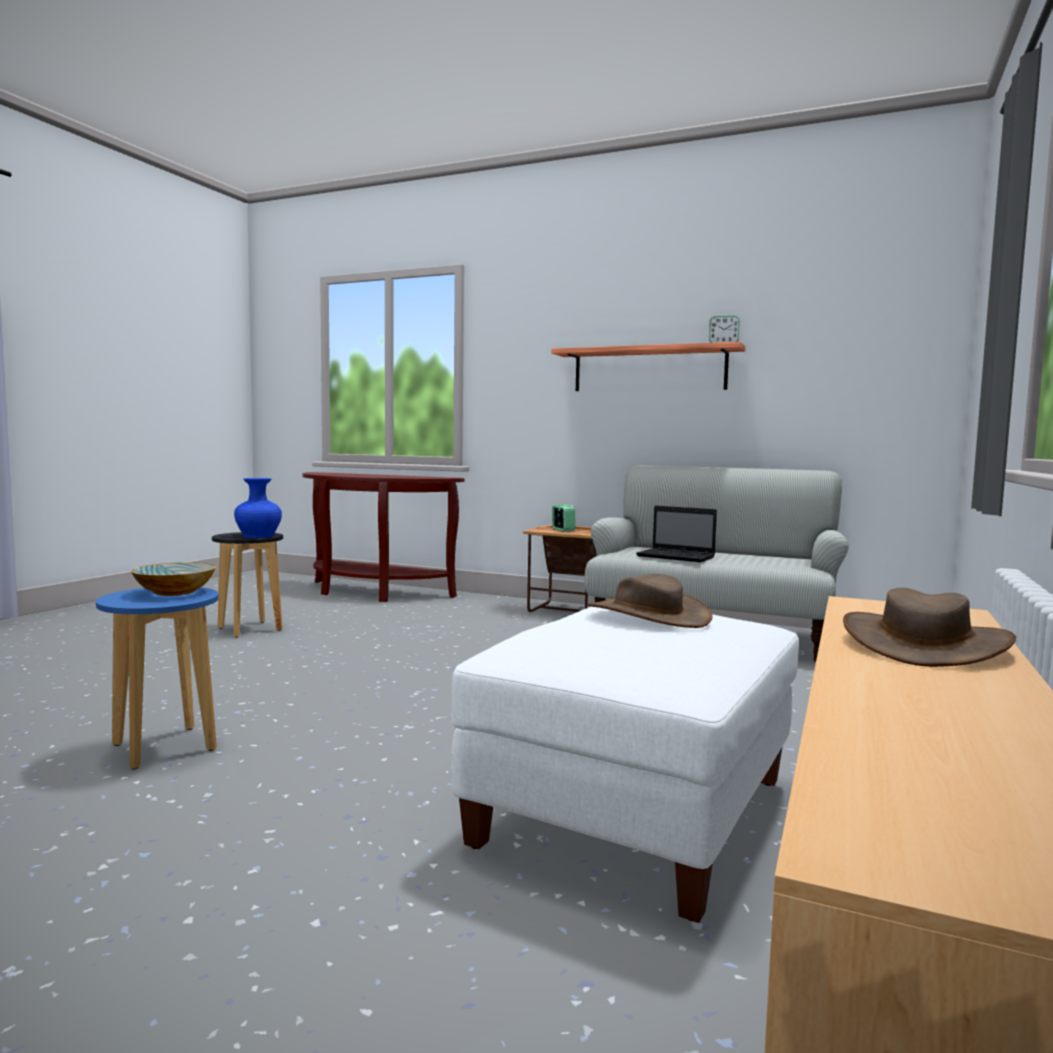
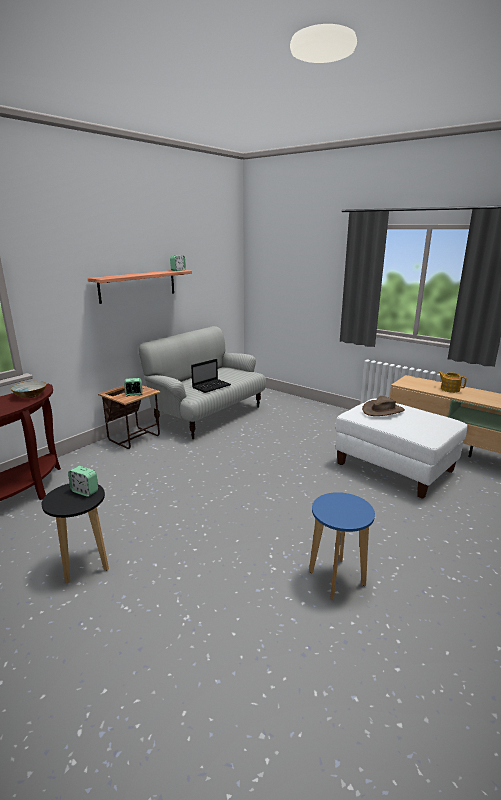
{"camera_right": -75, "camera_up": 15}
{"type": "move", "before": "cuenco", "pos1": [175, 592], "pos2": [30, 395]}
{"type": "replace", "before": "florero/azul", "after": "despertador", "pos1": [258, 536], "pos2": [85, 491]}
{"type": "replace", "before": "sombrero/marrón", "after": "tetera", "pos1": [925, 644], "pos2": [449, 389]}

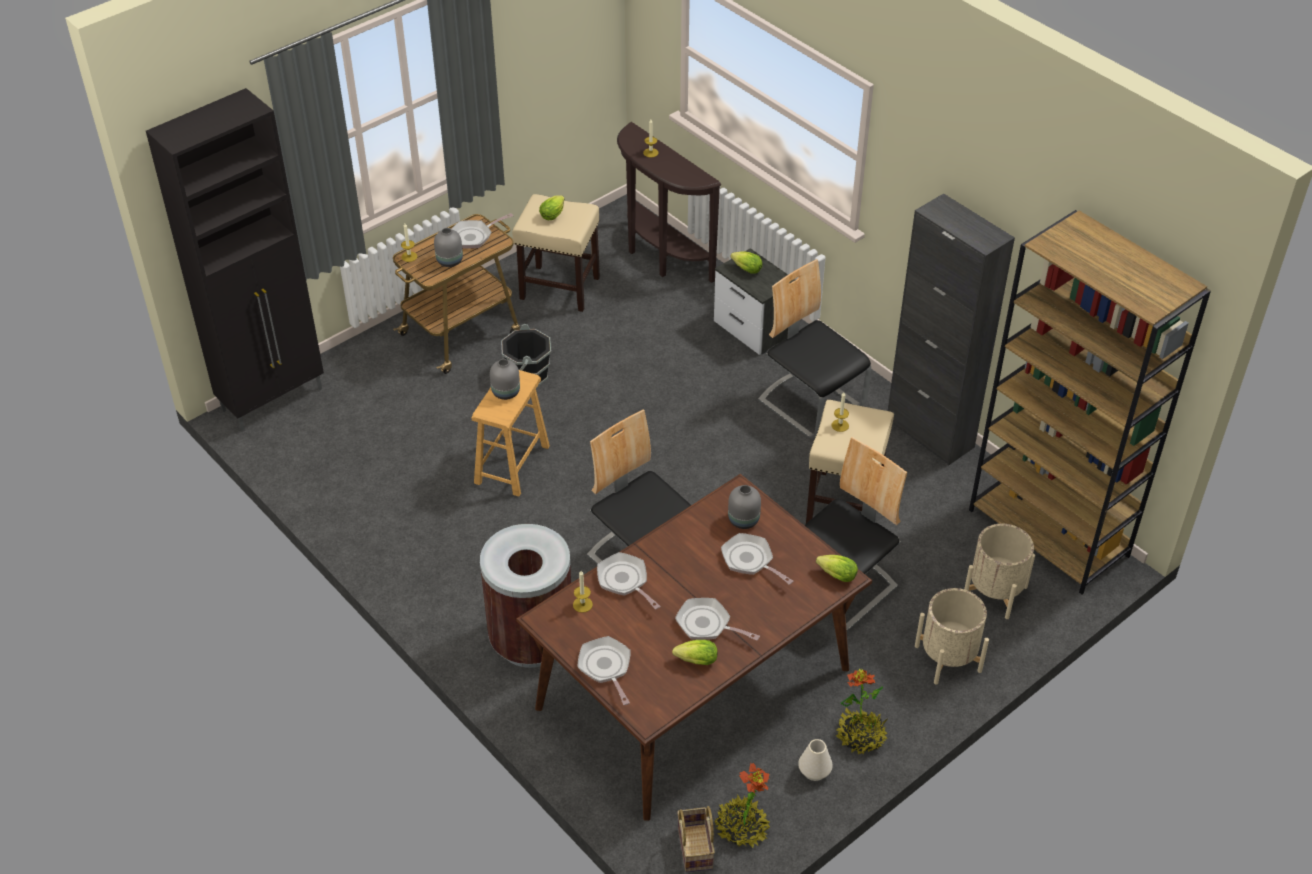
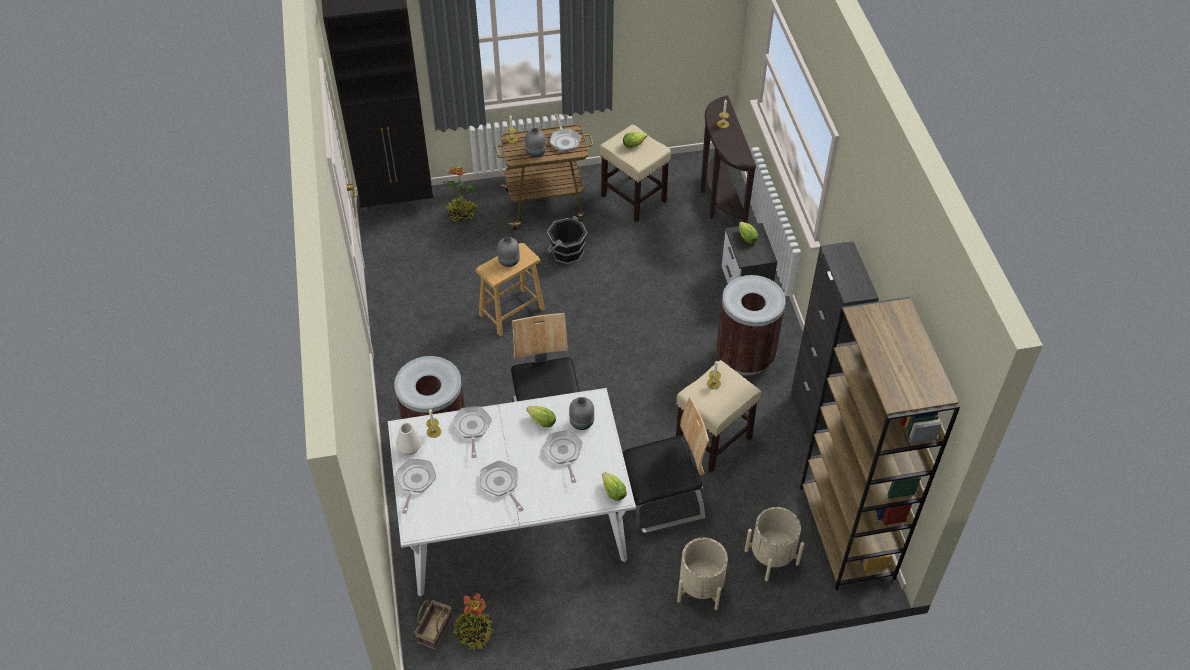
{"camera_right": 30, "camera_up": 5}
{"type": "move", "before": "lechuga", "pos1": [694, 661], "pos2": [540, 421]}
{"type": "move", "before": "florero/blanco", "pos1": [814, 772], "pos2": [410, 448]}
{"type": "move", "before": "planta en maceta", "pos1": [861, 736], "pos2": [462, 214]}
{"type": "replace", "before": "silla", "after": "papelera/marrón", "pos1": [811, 403], "pos2": [745, 356]}
{"type": "recolor", "before": "mesa de comedor/marrón", "after": "mesa de comedor/blanco", "pos1": [693, 689], "pos2": [513, 523]}
{"type": "rotate", "before": "sartén", "pos1": [474, 236], "pos2": [564, 140], "turn": -105}

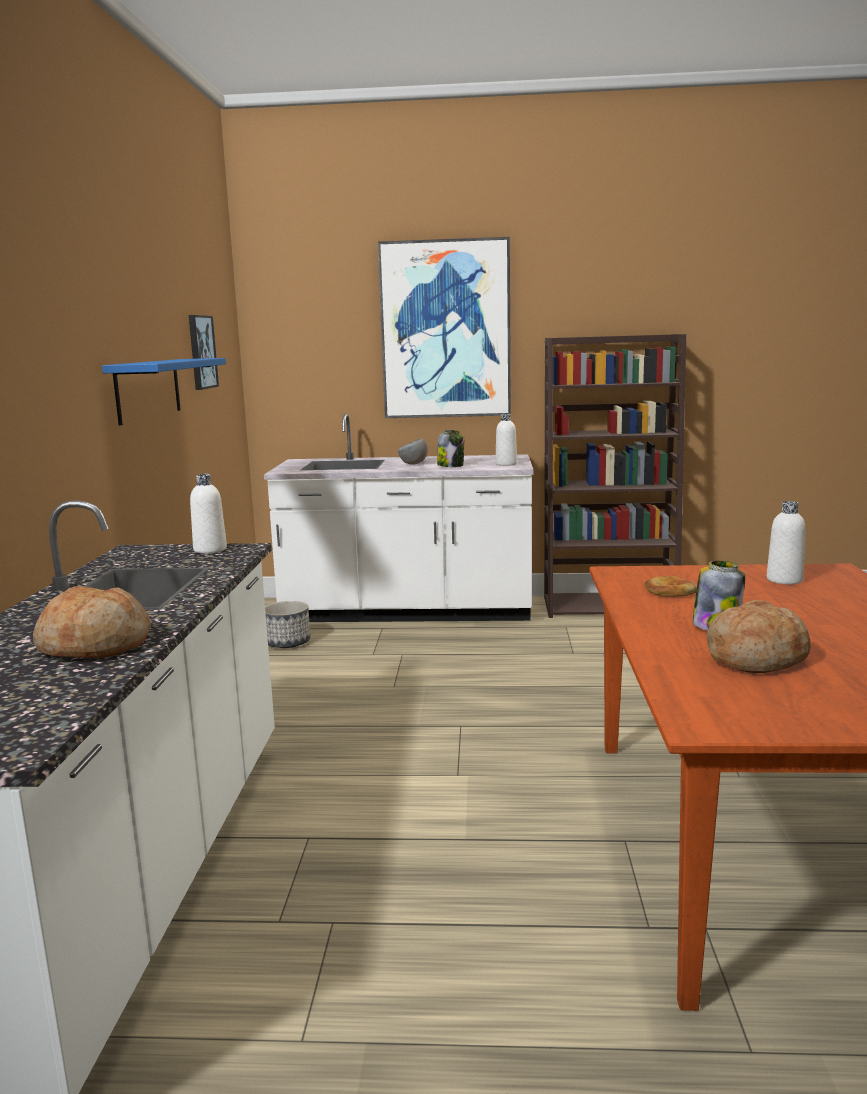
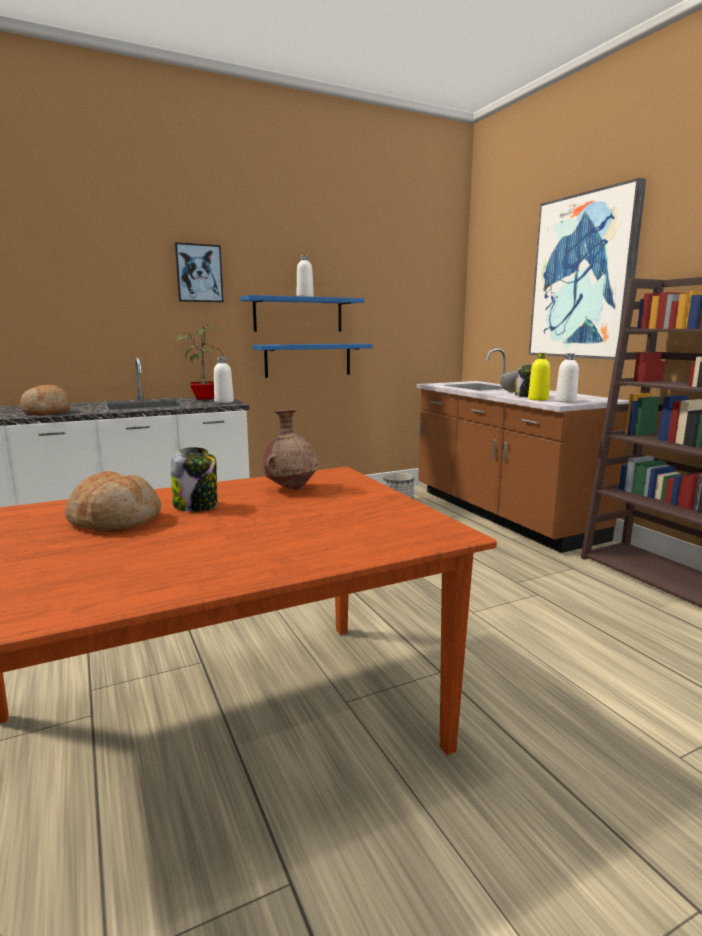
{"camera_right": 60, "camera_up": 0}
{"type": "insert", "after": "planta en maceta", "pos2": [203, 398]}
{"type": "insert", "after": "estante/azul", "pos2": [308, 360]}
{"type": "insert", "after": "botella/amarillo", "pos2": [538, 399]}
{"type": "move", "before": "cuadro", "pos1": [201, 352], "pos2": [199, 273]}
{"type": "move", "before": "botella/blanco", "pos1": [784, 580], "pos2": [305, 297]}
{"type": "replace", "before": "pan", "after": "florero/marrón", "pos1": [670, 591], "pos2": [291, 488]}
{"type": "recolor", "before": "mueble bajo de cocina/blanco", "after": "mueble bajo de cocina/marrón", "pos1": [407, 612], "pos2": [501, 514]}

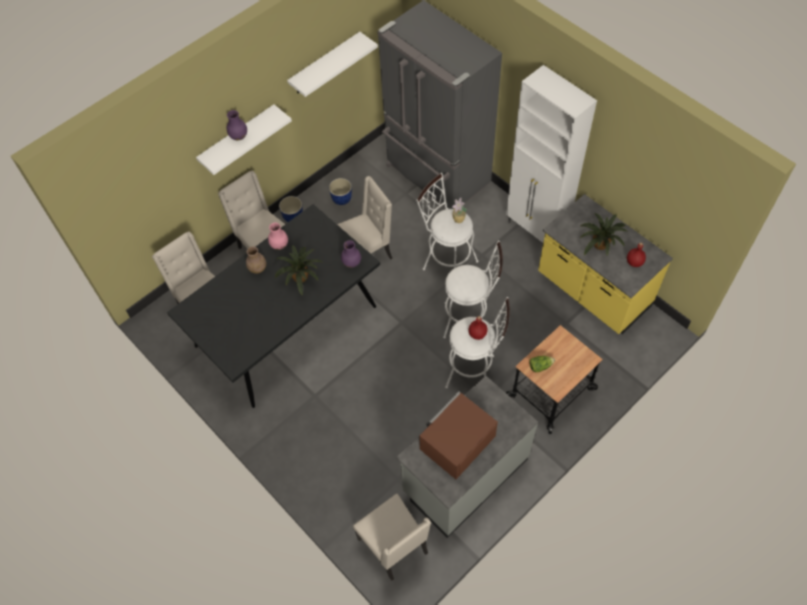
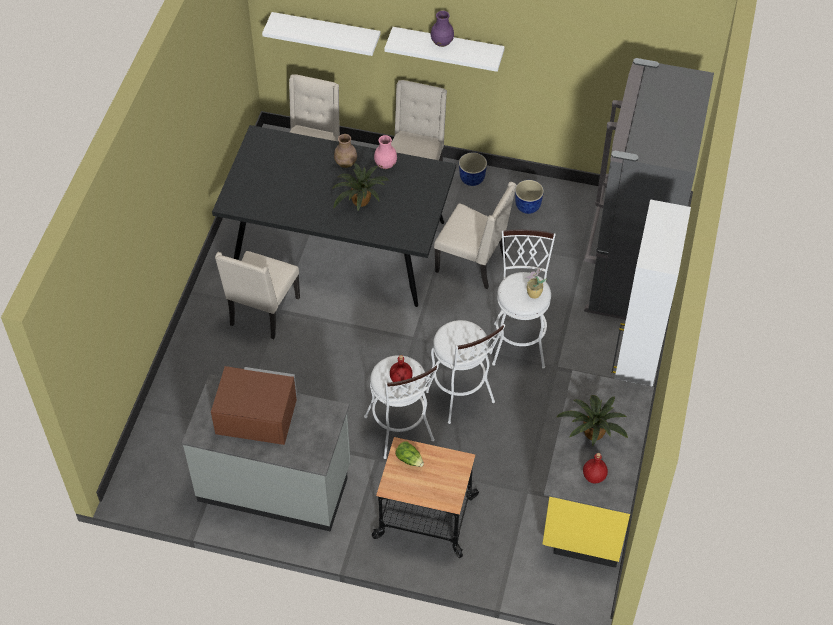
{"camera_right": 55, "camera_up": -5}
{"type": "delete", "before": "florero/morado", "pos1": [352, 263]}
{"type": "move", "before": "estante/blanco", "pos1": [325, 64], "pos2": [326, 31]}
{"type": "move", "before": "silla/beis", "pos1": [395, 546], "pos2": [263, 312]}

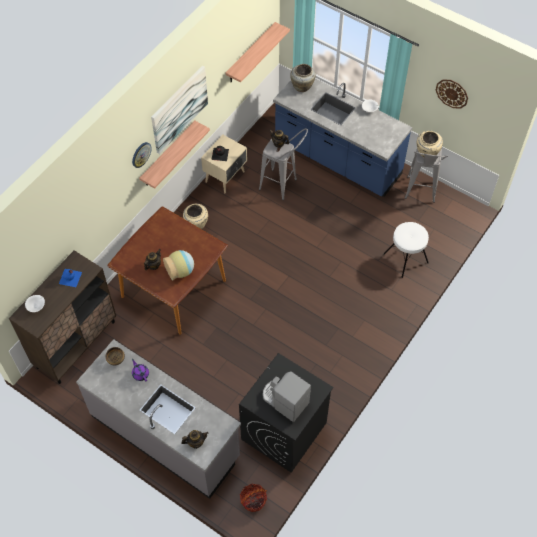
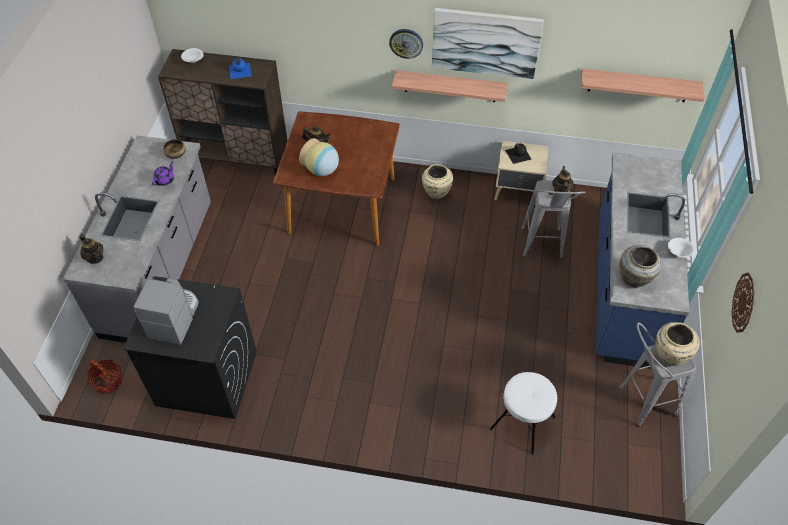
{"camera_right": 65, "camera_up": -5}
{"type": "move", "before": "florero/beis", "pos1": [302, 86], "pos2": [634, 279]}

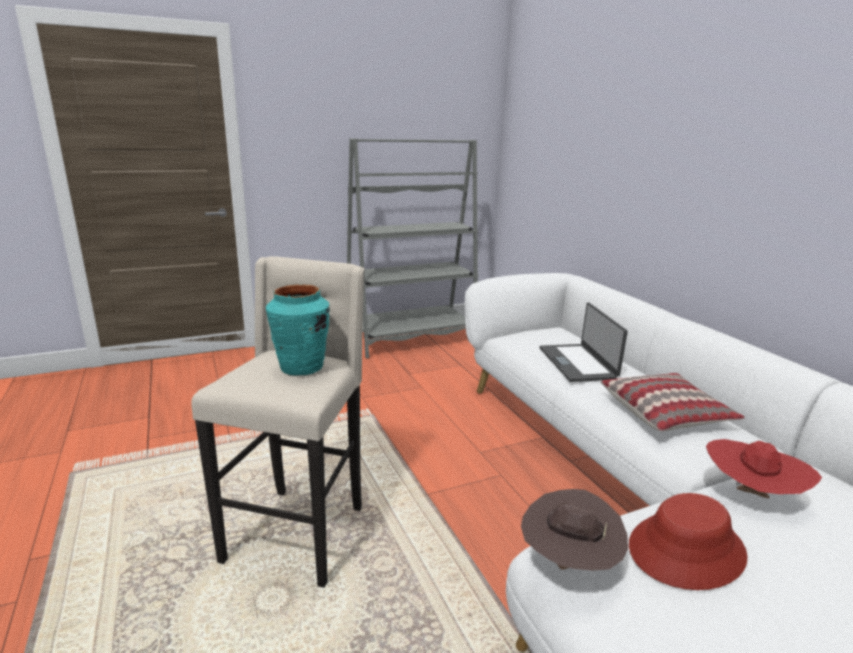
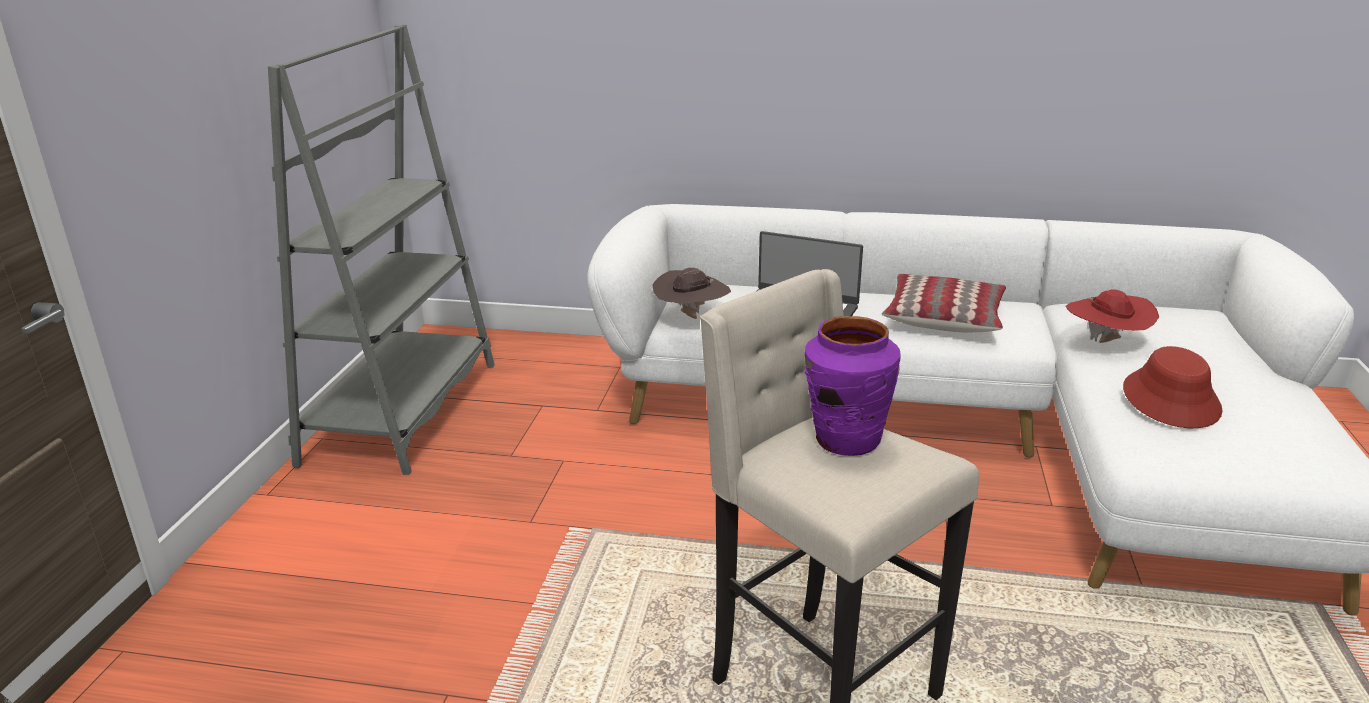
{"camera_right": -55, "camera_up": 5}
{"type": "move", "before": "sombrero/marrón", "pos1": [568, 563], "pos2": [691, 318]}
{"type": "recolor", "before": "florero/turquesa", "after": "florero/morado", "pos1": [301, 367], "pos2": [846, 440]}

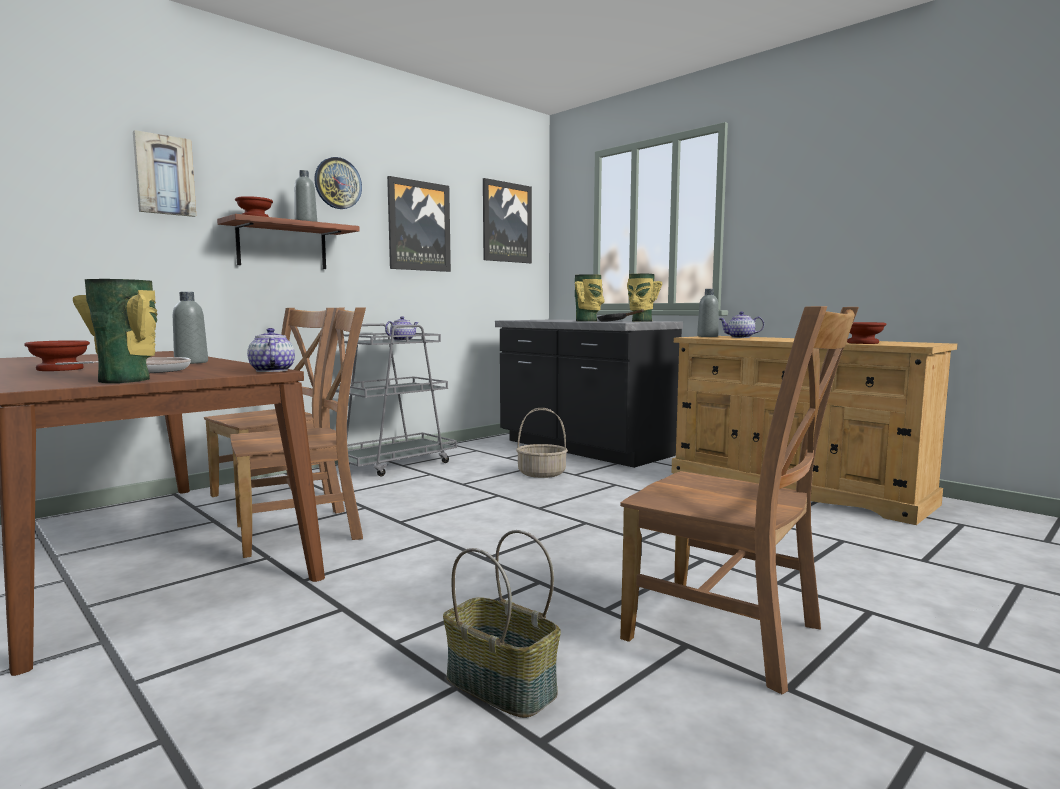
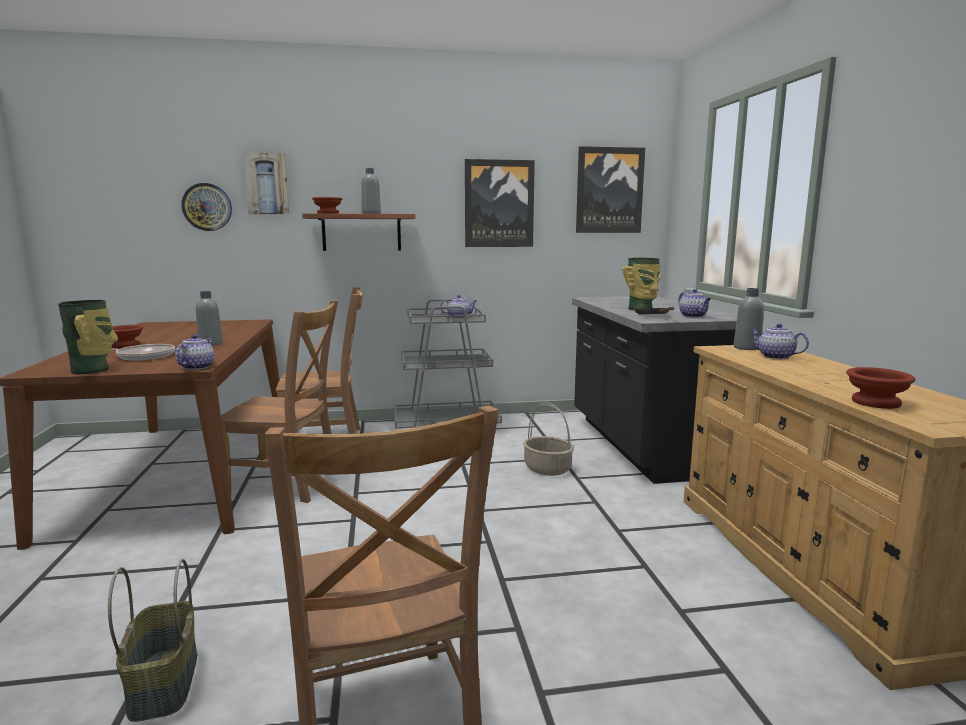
{"camera_right": 35, "camera_up": 5}
{"type": "move", "before": "reloj de pared", "pos1": [337, 183], "pos2": [207, 207]}
{"type": "replace", "before": "florero", "after": "tetera", "pos1": [640, 321], "pos2": [693, 316]}

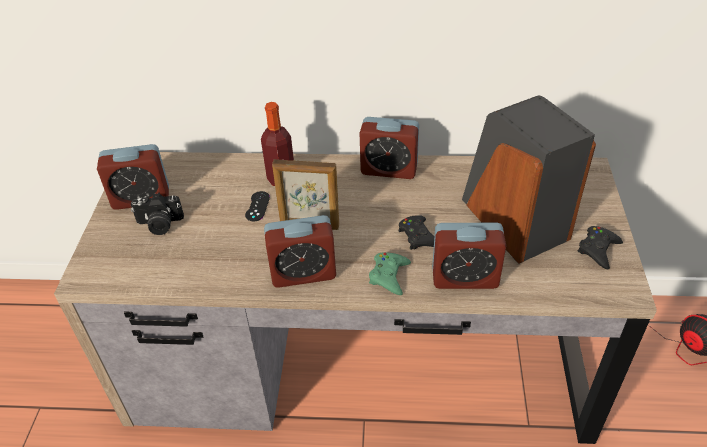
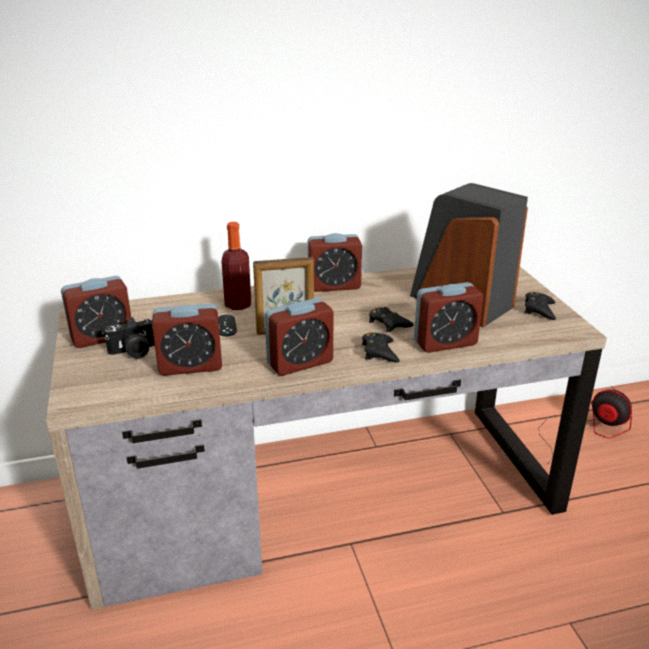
{"camera_right": -20, "camera_up": -15}
{"type": "insert", "after": "despertador", "pos2": [190, 366]}
{"type": "recolor", "before": "mando de consola/verde", "after": "mando de consola/negro", "pos1": [389, 276], "pos2": [379, 352]}

